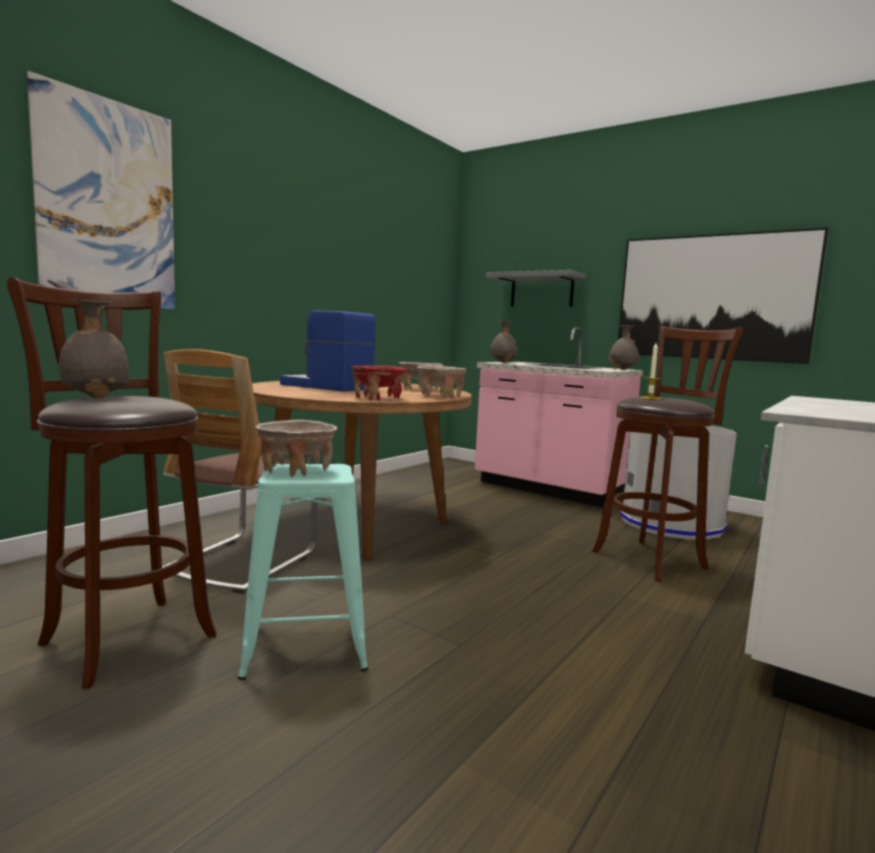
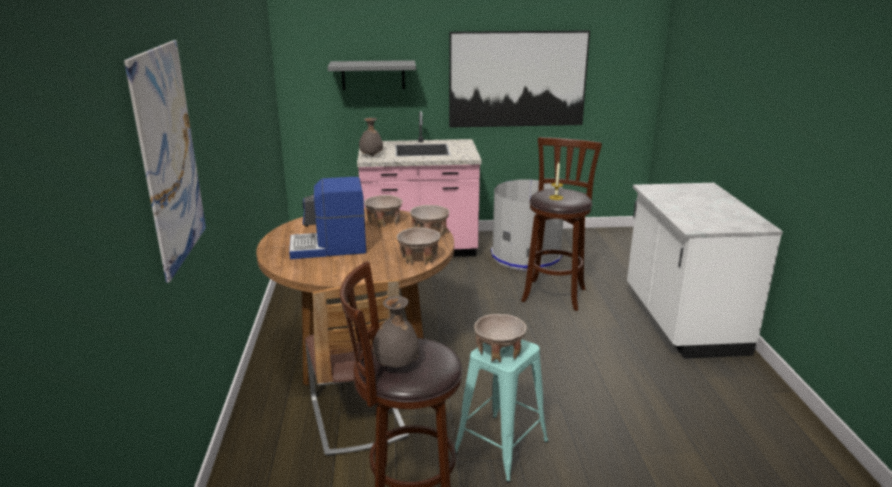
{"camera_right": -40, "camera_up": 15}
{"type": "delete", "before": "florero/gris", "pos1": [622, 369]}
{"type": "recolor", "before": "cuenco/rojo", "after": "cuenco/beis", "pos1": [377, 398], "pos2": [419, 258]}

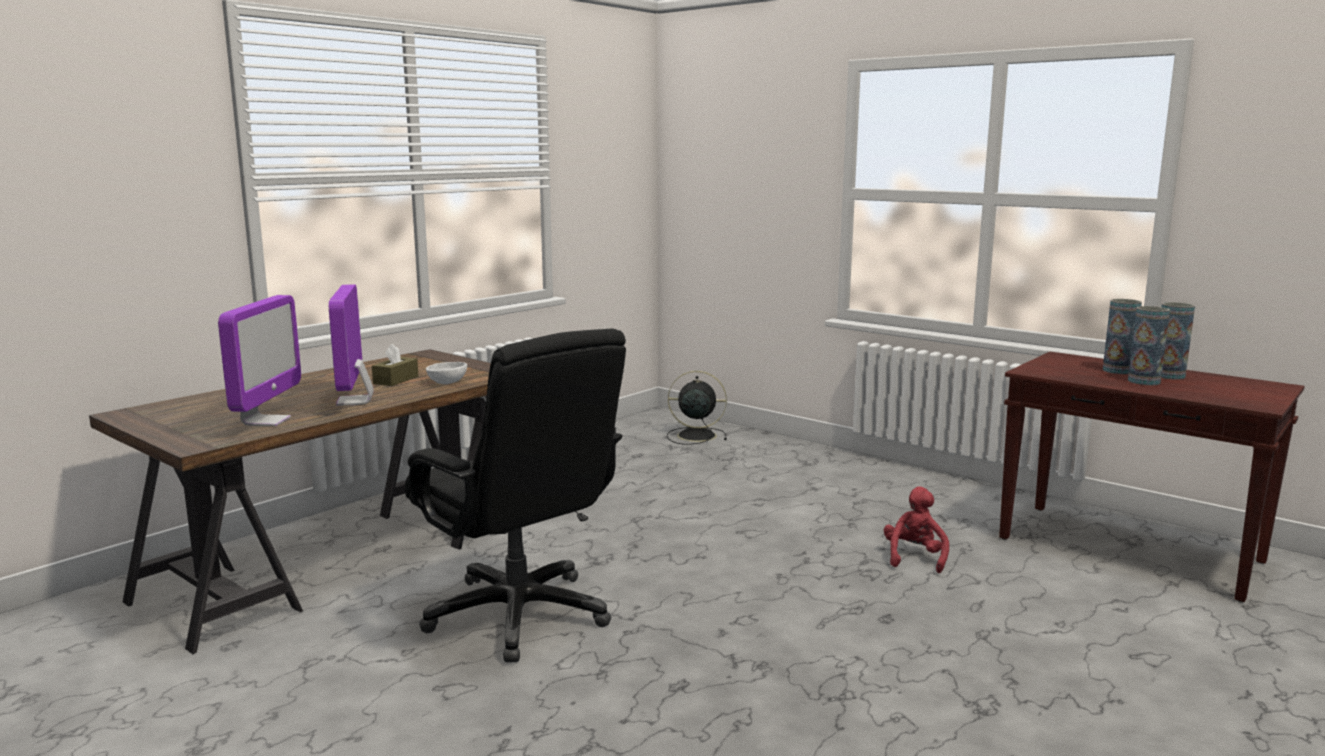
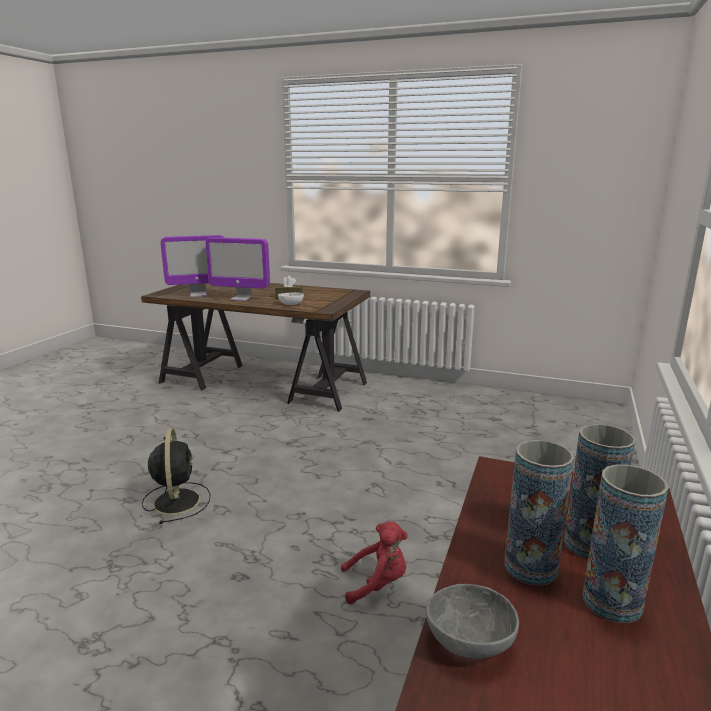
{"camera_right": 70, "camera_up": 5}
{"type": "delete", "before": "silla de oficina/negro", "pos1": [519, 615]}
{"type": "insert", "after": "cuenco/gris", "pos2": [468, 639]}
{"type": "move", "before": "ventilador/negro", "pos1": [694, 436], "pos2": [177, 500]}
{"type": "rotate", "before": "monitor", "pos1": [355, 401], "pos2": [241, 298], "turn": -135}

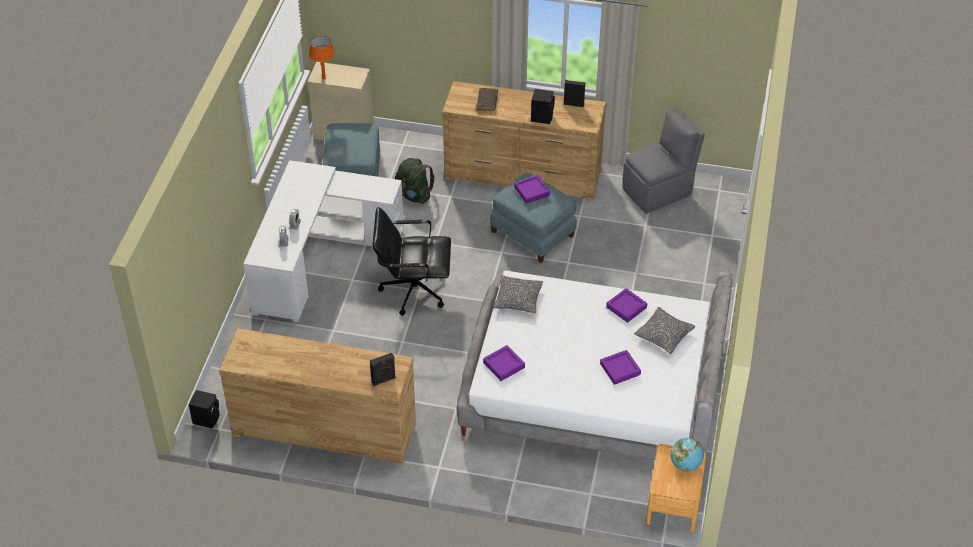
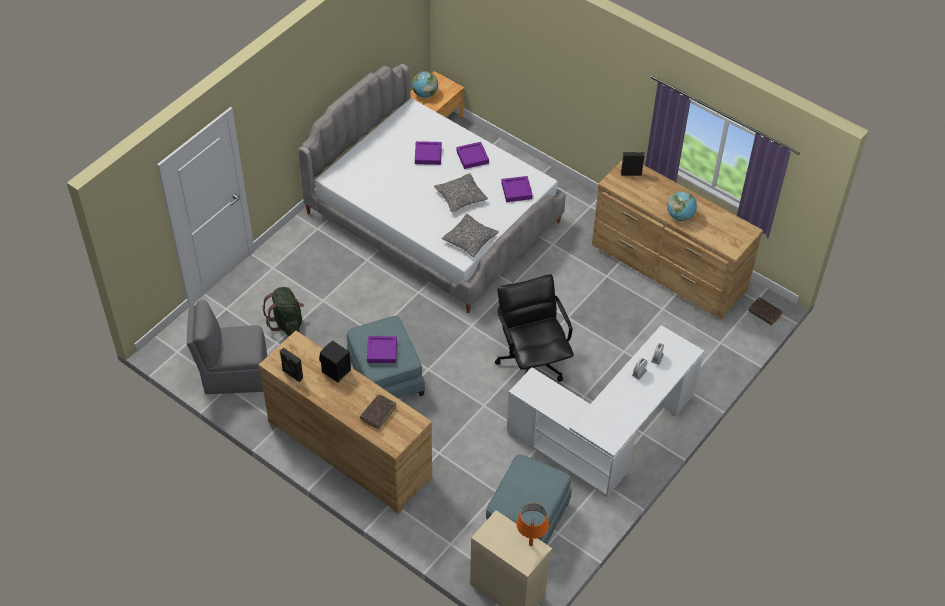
{"camera_right": -155, "camera_up": 5}
{"type": "insert", "after": "globo terráqueo", "pos2": [680, 216]}
{"type": "move", "before": "mochila/verde", "pos1": [414, 195], "pos2": [287, 322]}
{"type": "move", "before": "bandeja/morado", "pos1": [626, 307], "pos2": [472, 157]}
{"type": "move", "before": "cojín", "pos1": [664, 335], "pos2": [460, 197]}
{"type": "replace", "before": "altavoz/negro", "after": "libro/marrón", "pos1": [207, 418], "pos2": [764, 313]}
{"type": "rotate", "before": "silla de oficina/negro", "pos1": [413, 290], "pos2": [532, 362], "turn": -135}

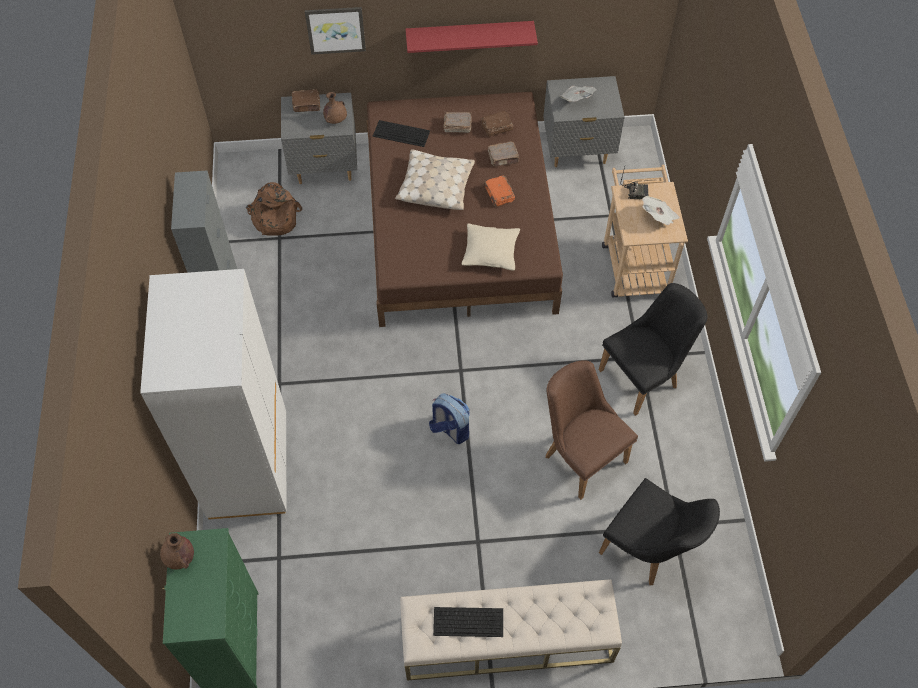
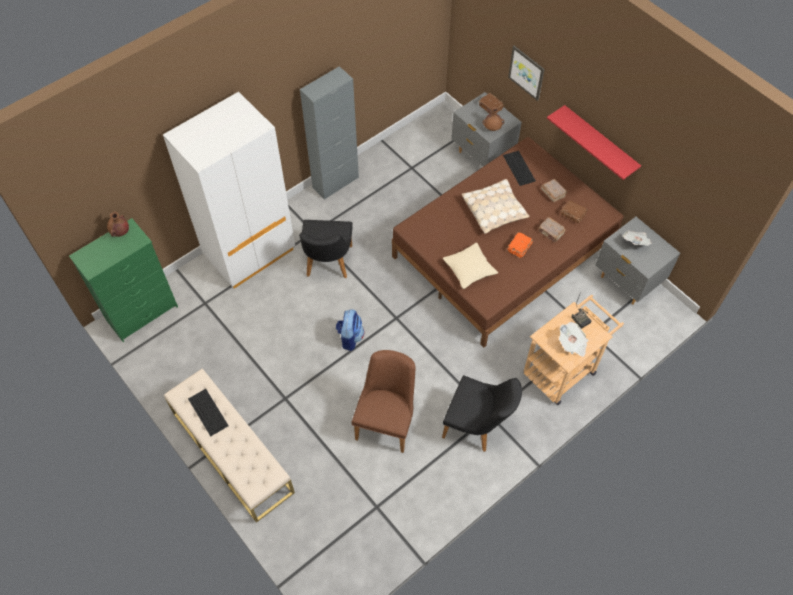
{"camera_right": 55, "camera_up": 0}
{"type": "delete", "before": "mochila/marrón", "pos1": [274, 218]}
{"type": "move", "before": "silla/negro", "pos1": [649, 550], "pos2": [327, 265]}

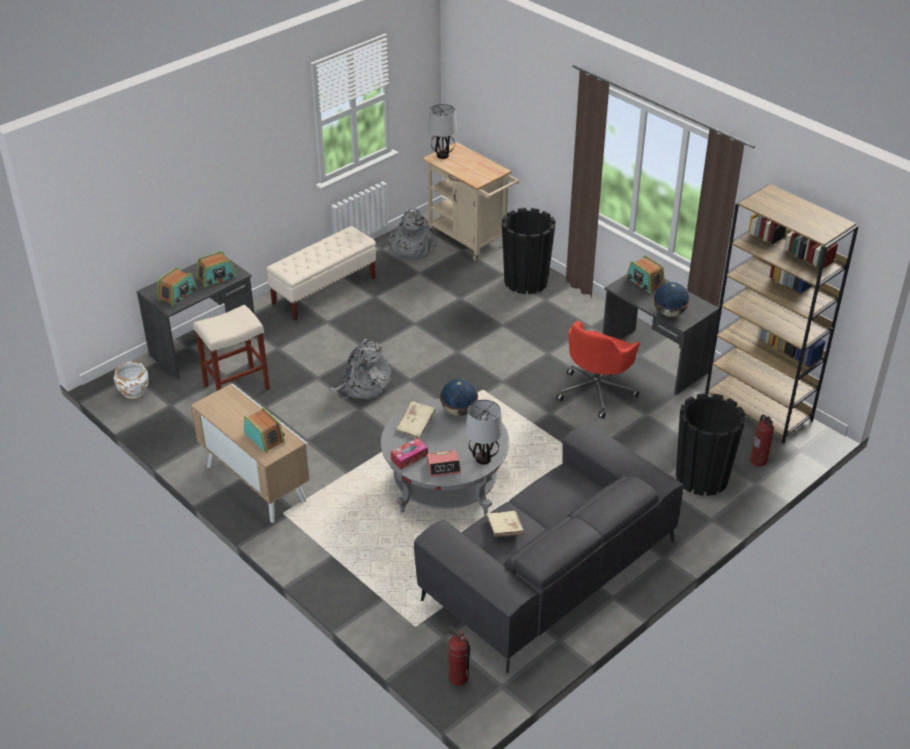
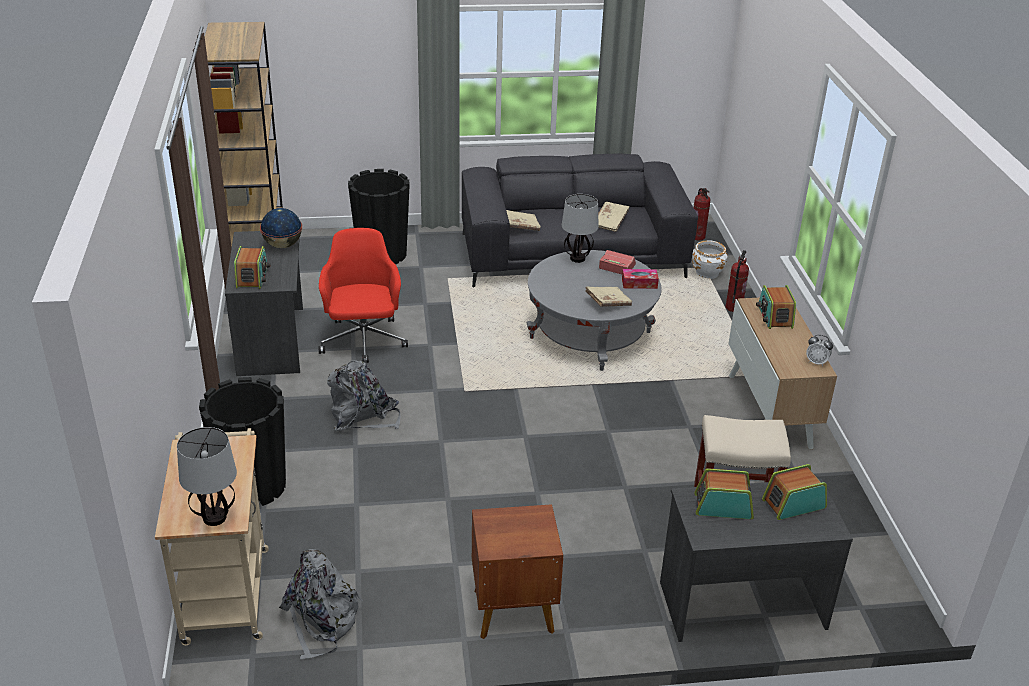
{"camera_right": -145, "camera_up": -5}
{"type": "delete", "before": "globo terráqueo", "pos1": [459, 411]}
{"type": "insert", "after": "libro/beis", "pos2": [520, 226]}
{"type": "insert", "after": "despertador", "pos2": [816, 362]}
{"type": "move", "before": "maceta/blanco", "pos1": [134, 391], "pos2": [707, 273]}
{"type": "move", "before": "mochila/gris", "pos1": [363, 386], "pos2": [363, 416]}
{"type": "move", "before": "extintor", "pos1": [759, 461], "pos2": [733, 307]}
{"type": "replace", "before": "banco/beis", "after": "mesita de noche/marrón", "pos1": [324, 291], "pos2": [512, 610]}
{"type": "rotate", "before": "silla de oficina/rojo", "pos1": [596, 391], "pos2": [363, 341], "turn": -75}

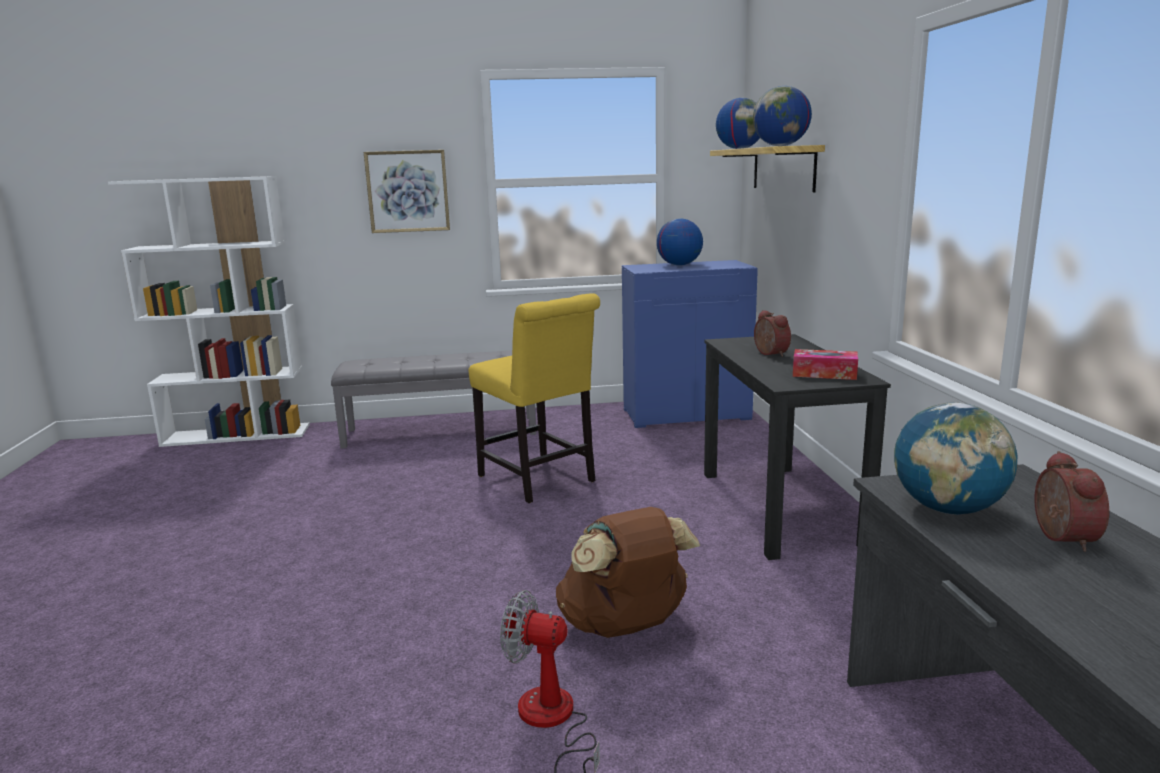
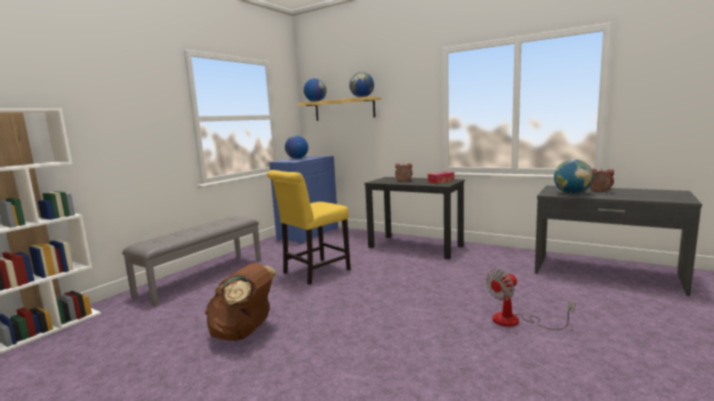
{"camera_right": -50, "camera_up": -5}
{"type": "delete", "before": "cuadro", "pos1": [407, 191]}
{"type": "move", "before": "mochila/marrón", "pos1": [625, 627], "pos2": [244, 333]}
{"type": "rotate", "before": "silla/amarillo", "pos1": [539, 480], "pos2": [313, 272], "turn": 135}

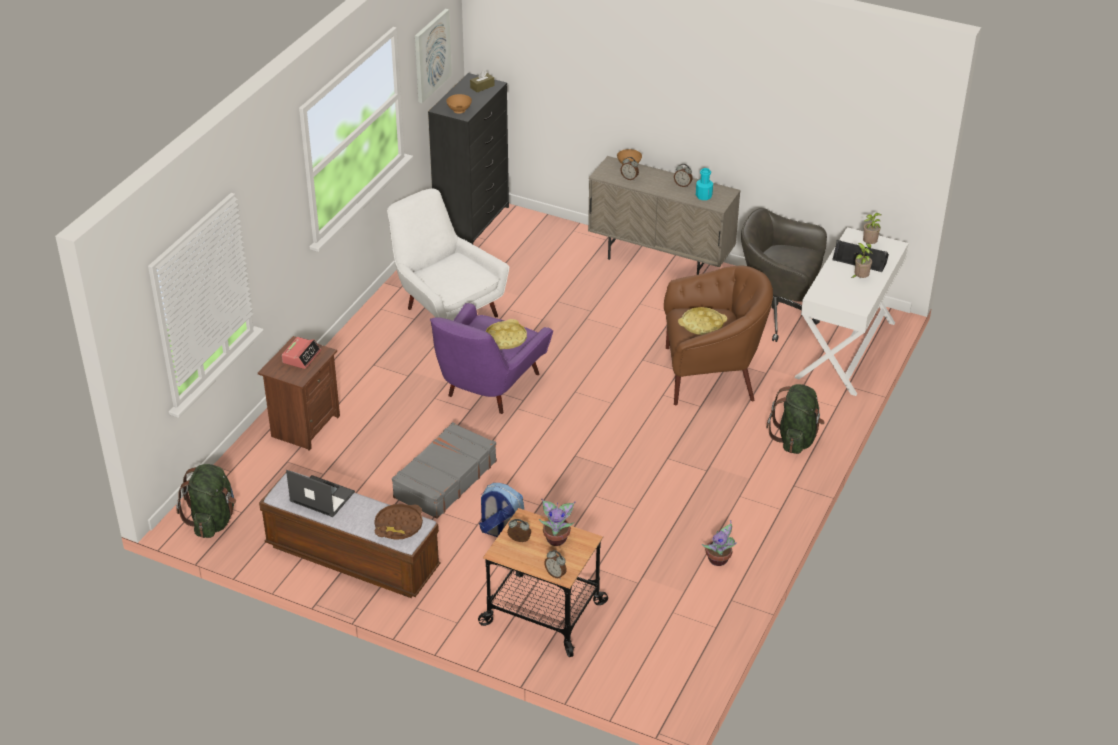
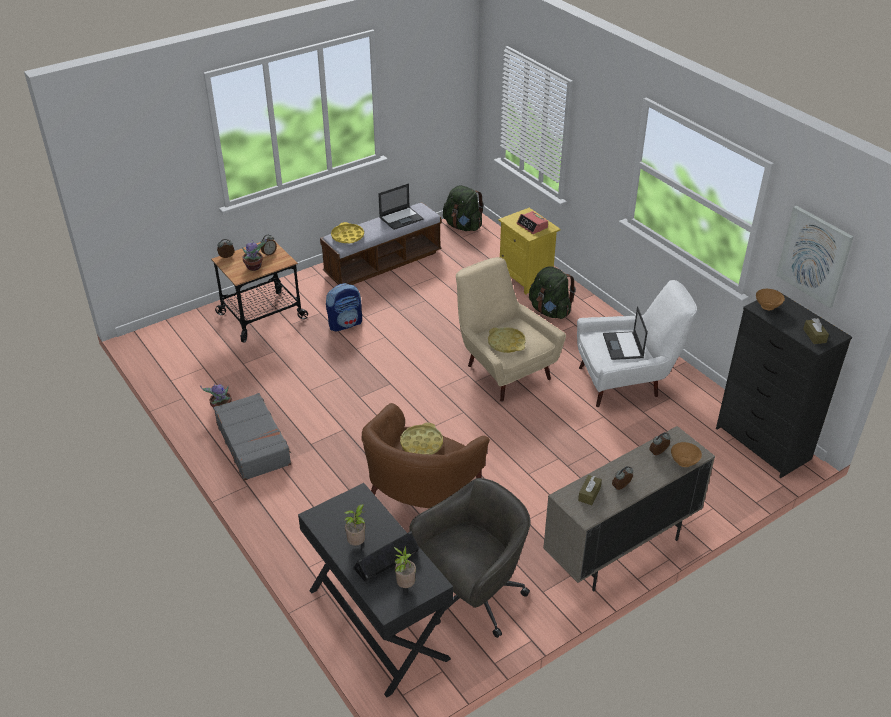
{"camera_right": 120, "camera_up": 0}
{"type": "insert", "after": "portátil", "pos2": [623, 346]}
{"type": "move", "before": "maleta/gris", "pos1": [444, 479], "pos2": [254, 443]}
{"type": "move", "before": "mochila/verde", "pos1": [795, 439], "pos2": [550, 311]}
{"type": "replace", "before": "botella/turquesa", "after": "caja de pañuelos/marrón", "pos1": [703, 196], "pos2": [589, 494]}
{"type": "recolor", "before": "mesita de noche/marrón", "after": "mesita de noche/amarillo", "pos1": [304, 426], "pos2": [526, 278]}
{"type": "recolor", "before": "bandeja/marrón", "after": "bandeja/amarillo", "pos1": [398, 525], "pos2": [347, 236]}
{"type": "recolor", "before": "sillón/morado", "after": "sillón/beis", "pos1": [487, 389], "pos2": [502, 368]}
{"type": "recolor", "before": "escritorio/blanco", "after": "escritorio/negro", "pos1": [846, 350], "pos2": [377, 624]}

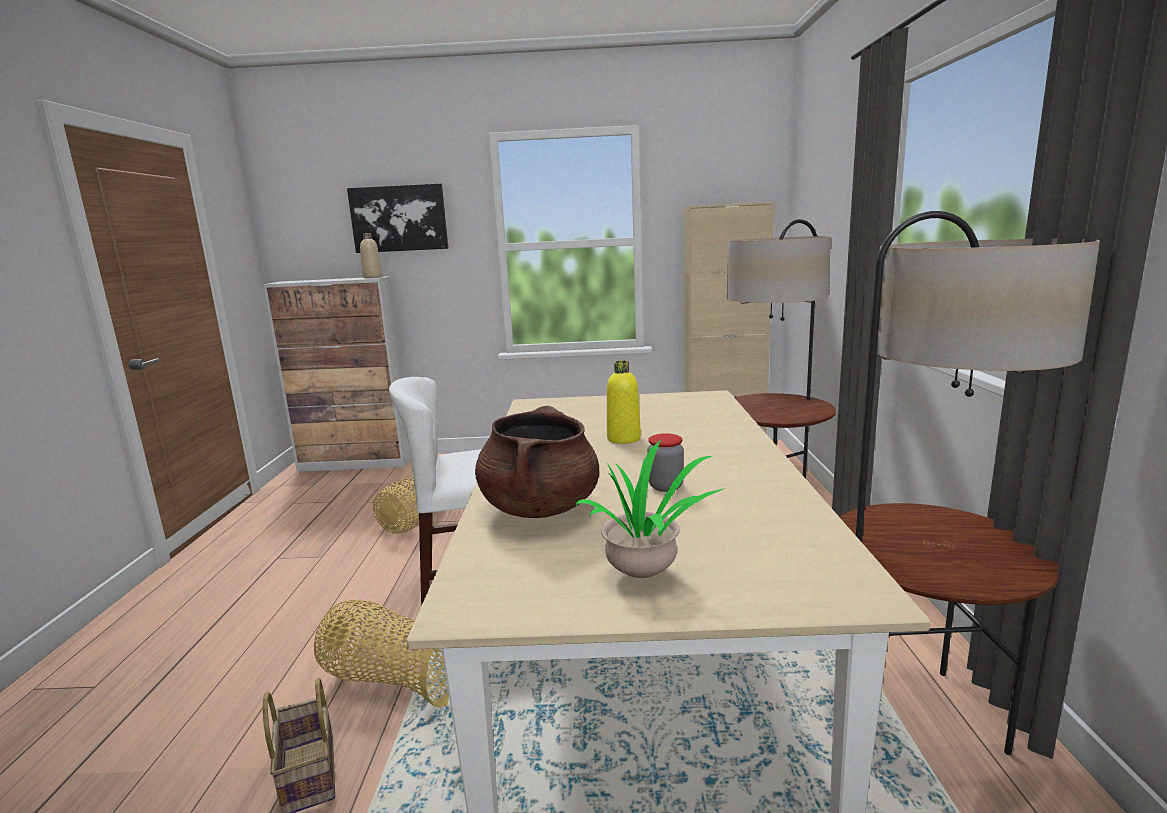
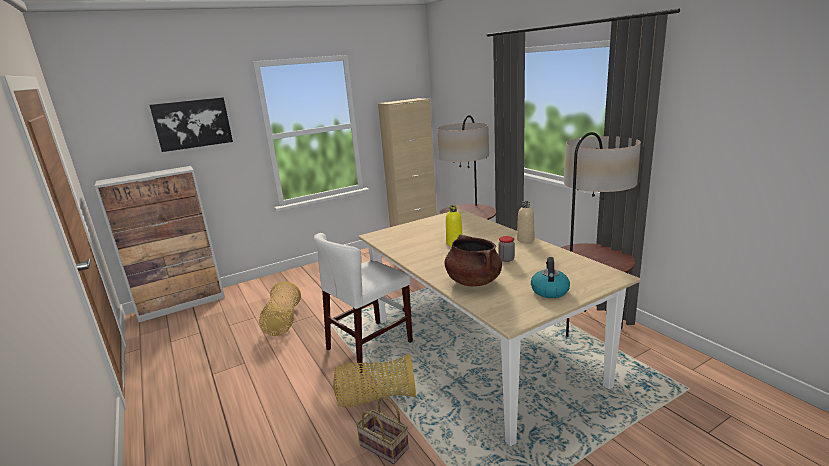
{"camera_right": -30, "camera_up": 5}
{"type": "move", "before": "botella/beis", "pos1": [372, 277], "pos2": [525, 239]}
{"type": "replace", "before": "planta en maceta", "after": "hervidor", "pos1": [646, 572], "pos2": [549, 290]}

